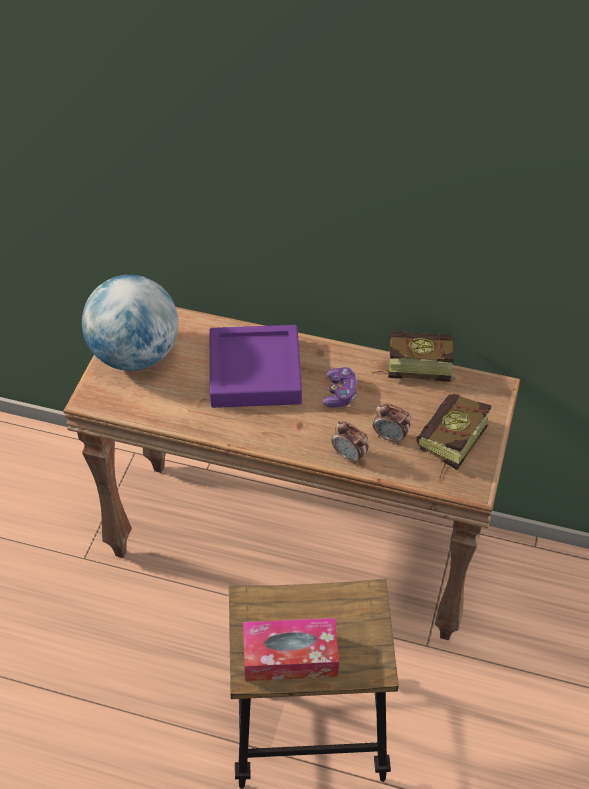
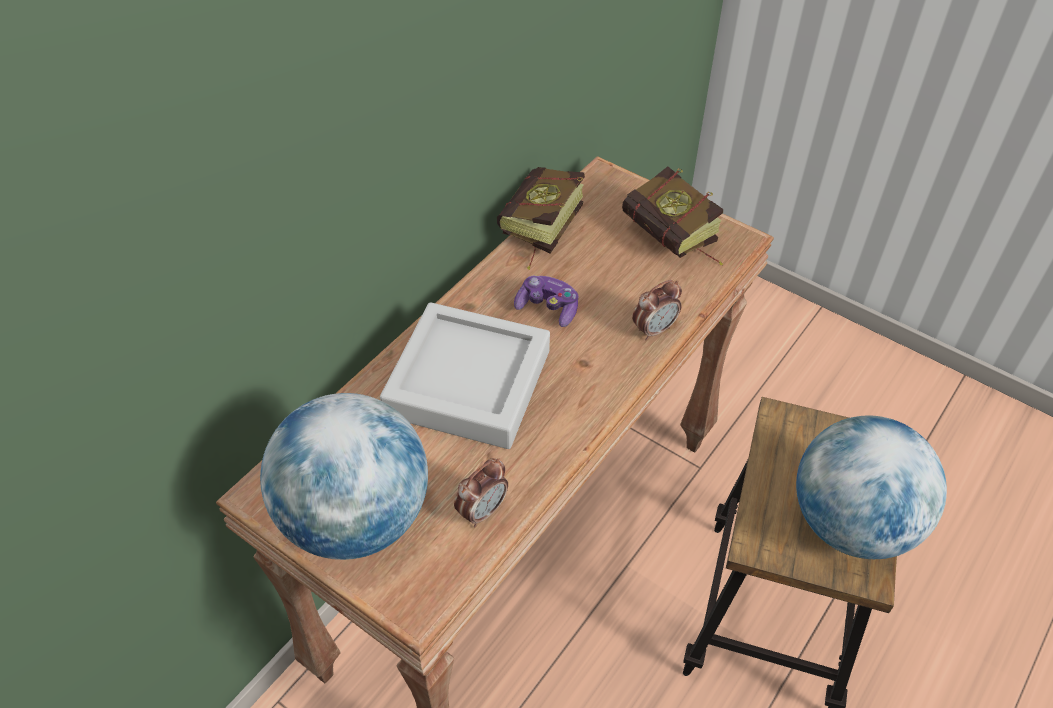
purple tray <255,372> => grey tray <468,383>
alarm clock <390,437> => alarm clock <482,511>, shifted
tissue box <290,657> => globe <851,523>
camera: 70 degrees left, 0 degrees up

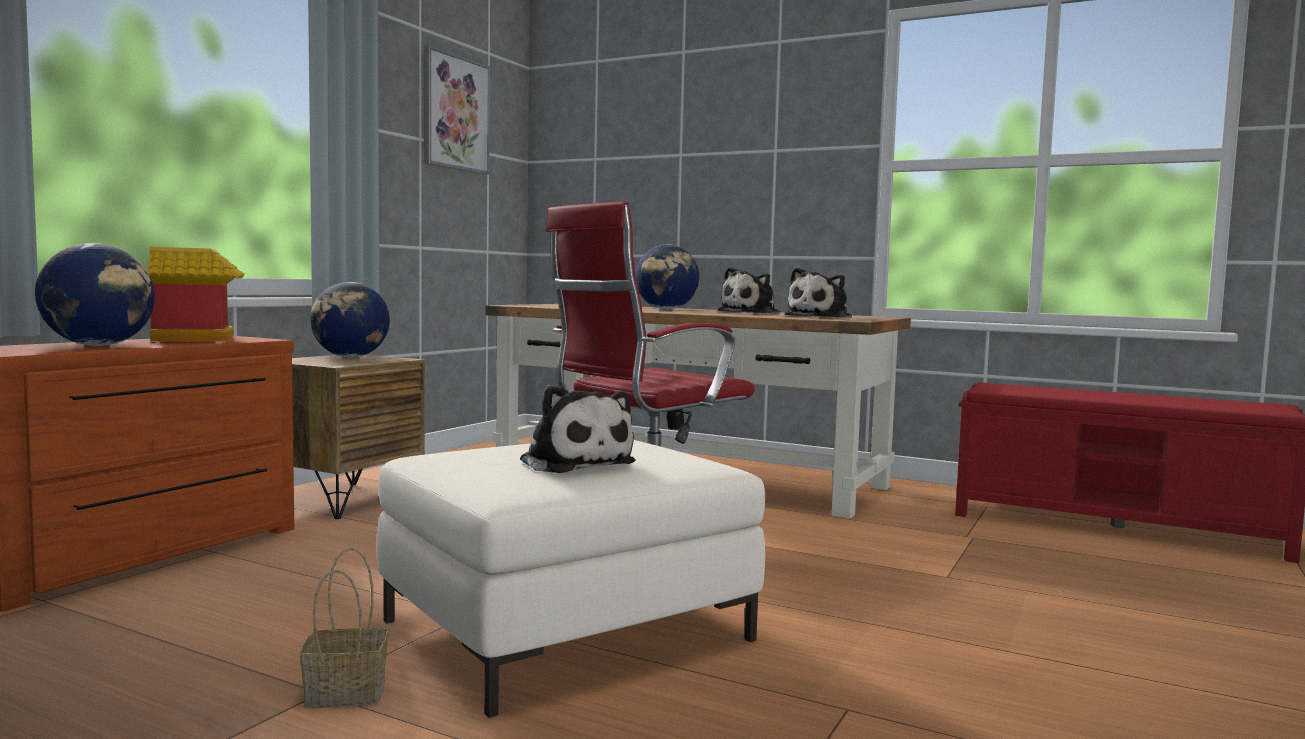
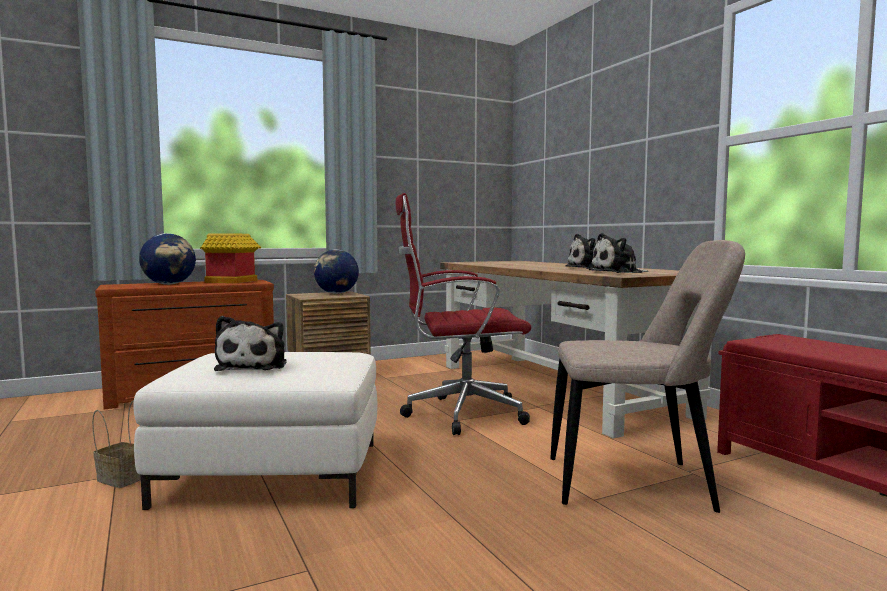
picture <455,113> => nothing
globe <666,309> => nothing
nothing => beige chair <636,484>
camera: 35 degrees right, 0 degrees up

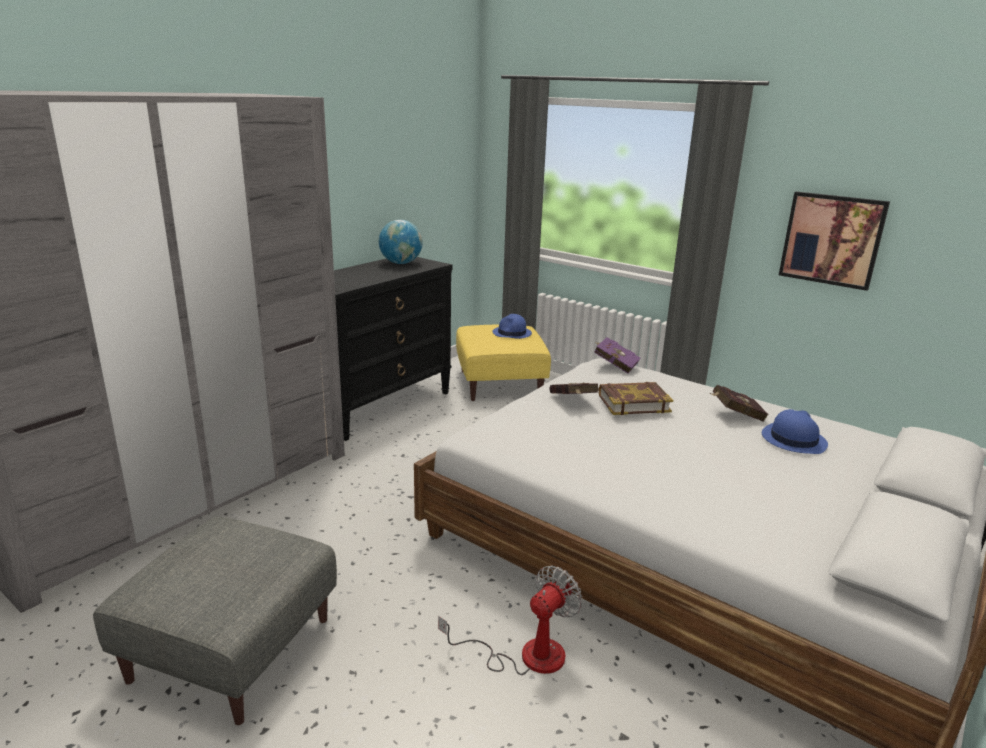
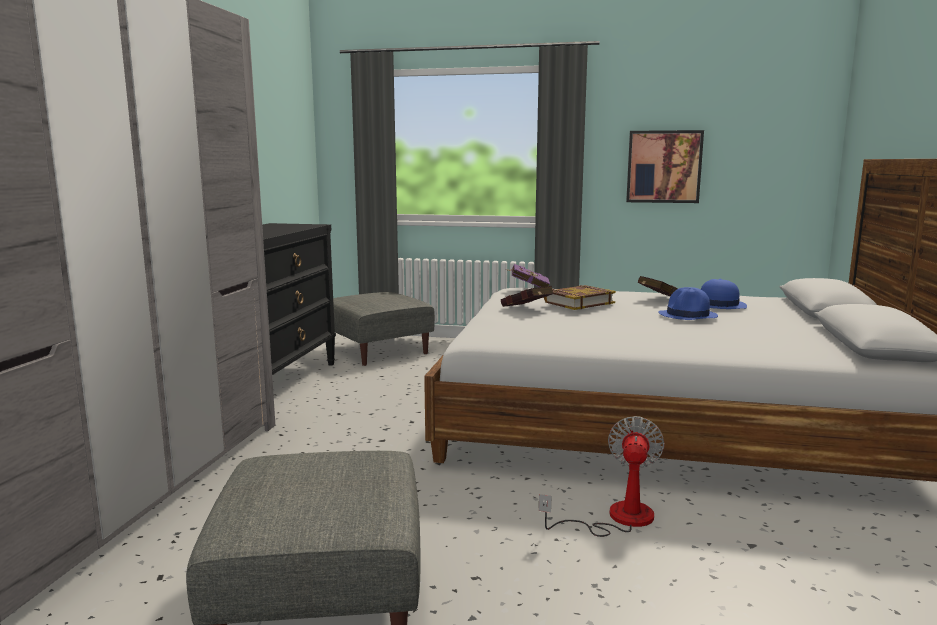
globe <401,263> => nothing
blue hat <512,333> => blue hat <688,315>, shifted
yellow ottoman <500,384> => grey ottoman <378,350>
camera: 25 degrees left, 10 degrees down

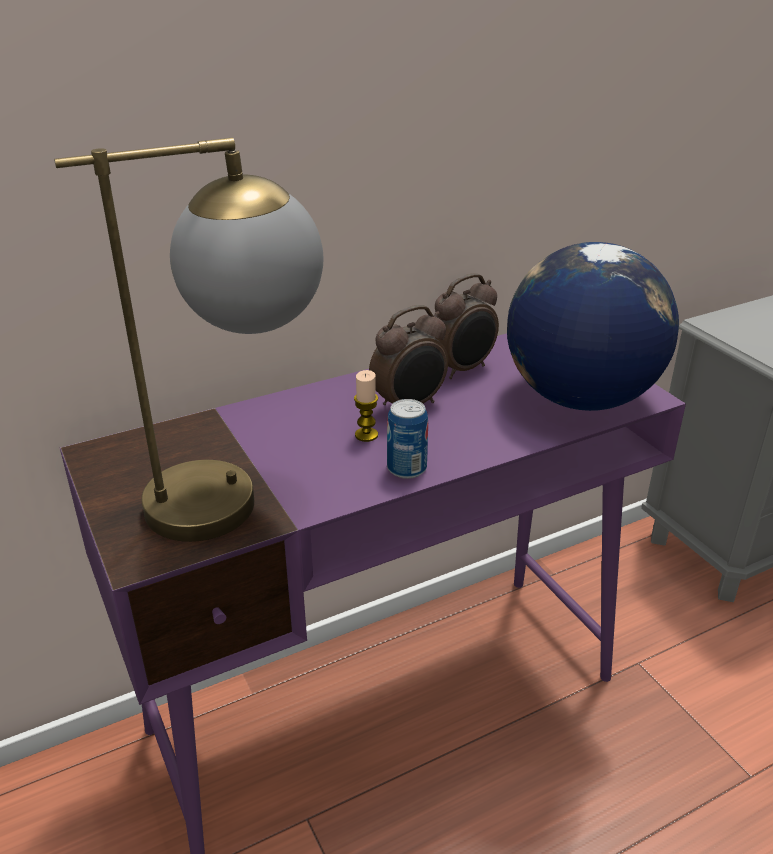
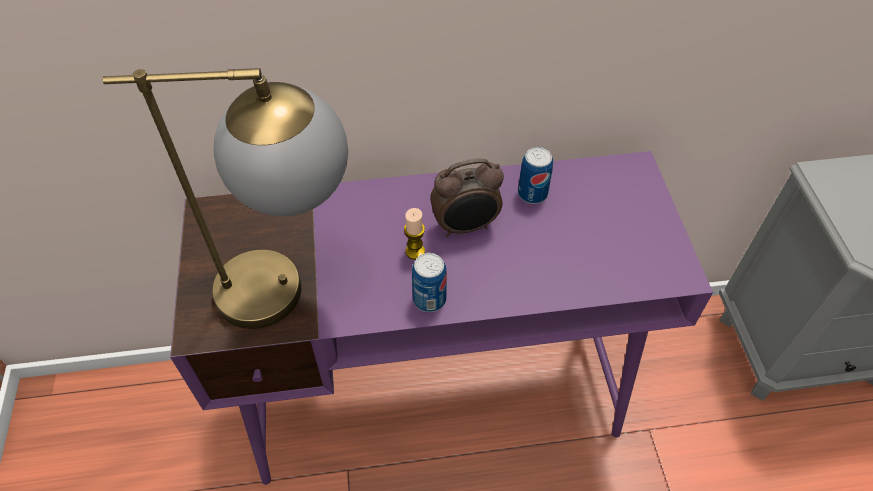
globe <579,398> => nothing
alarm clock <462,369> => can <532,194>
camera: 20 degrees right, 20 degrees up

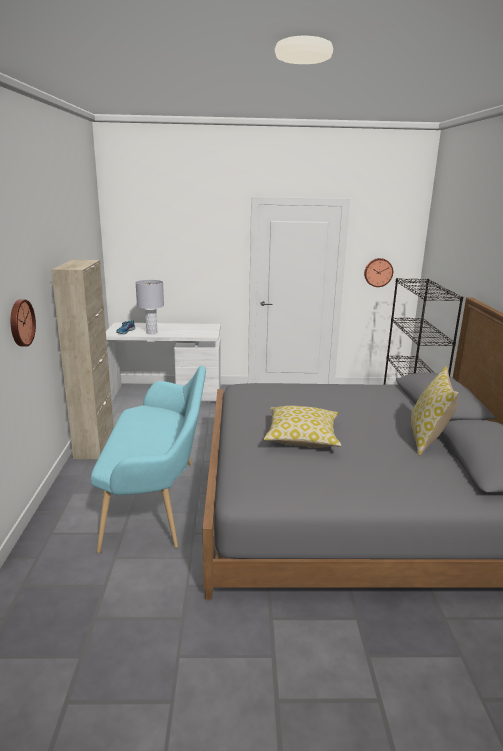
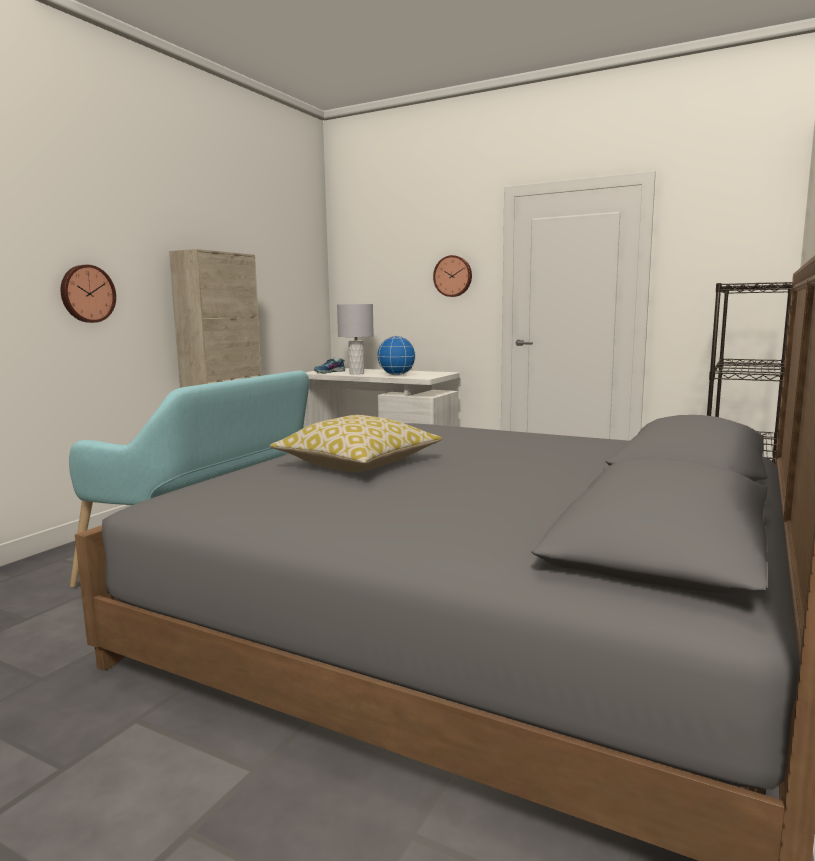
wall clock <378,272> => wall clock <453,276>, shifted
pillow <427,440> => nothing
nothing => globe <396,375>
camera: 30 degrees right, 10 degrees down

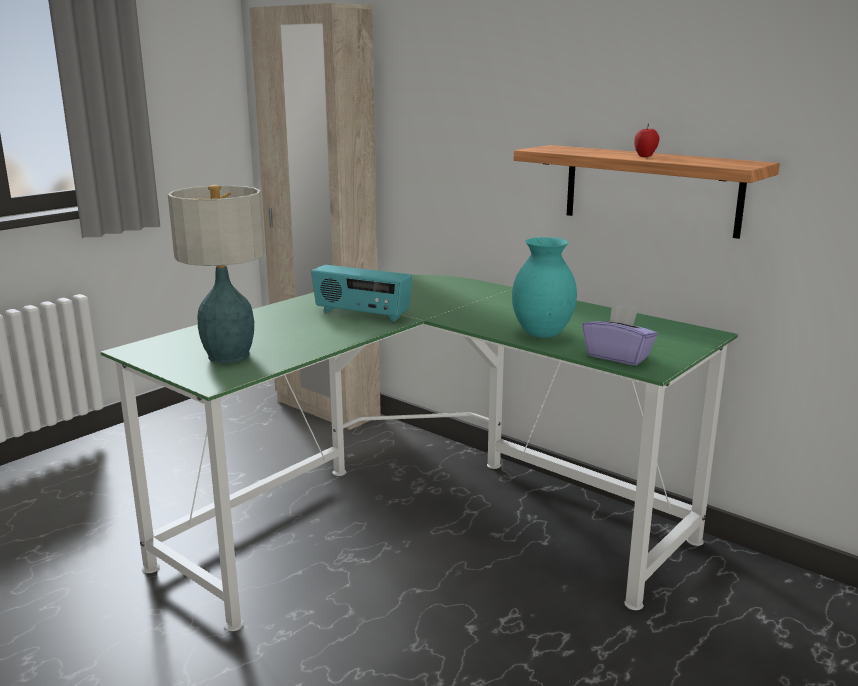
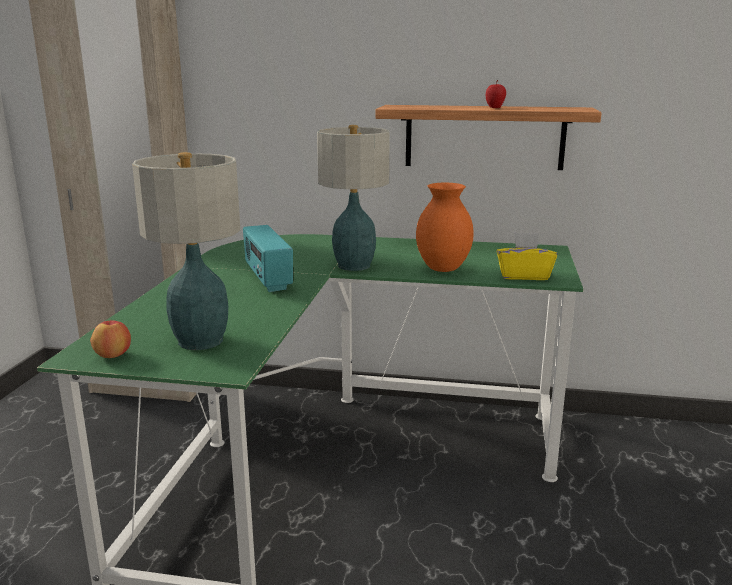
turquoise vase <541,334> => orange vase <442,269>
radio <361,314> => radio <267,279>, 75 degrees clockwise
purple tissue box <618,356> => yellow tissue box <524,276>
nothing => table lamp <354,266>
nothing => apple <113,355>
camera: 30 degrees left, 0 degrees up

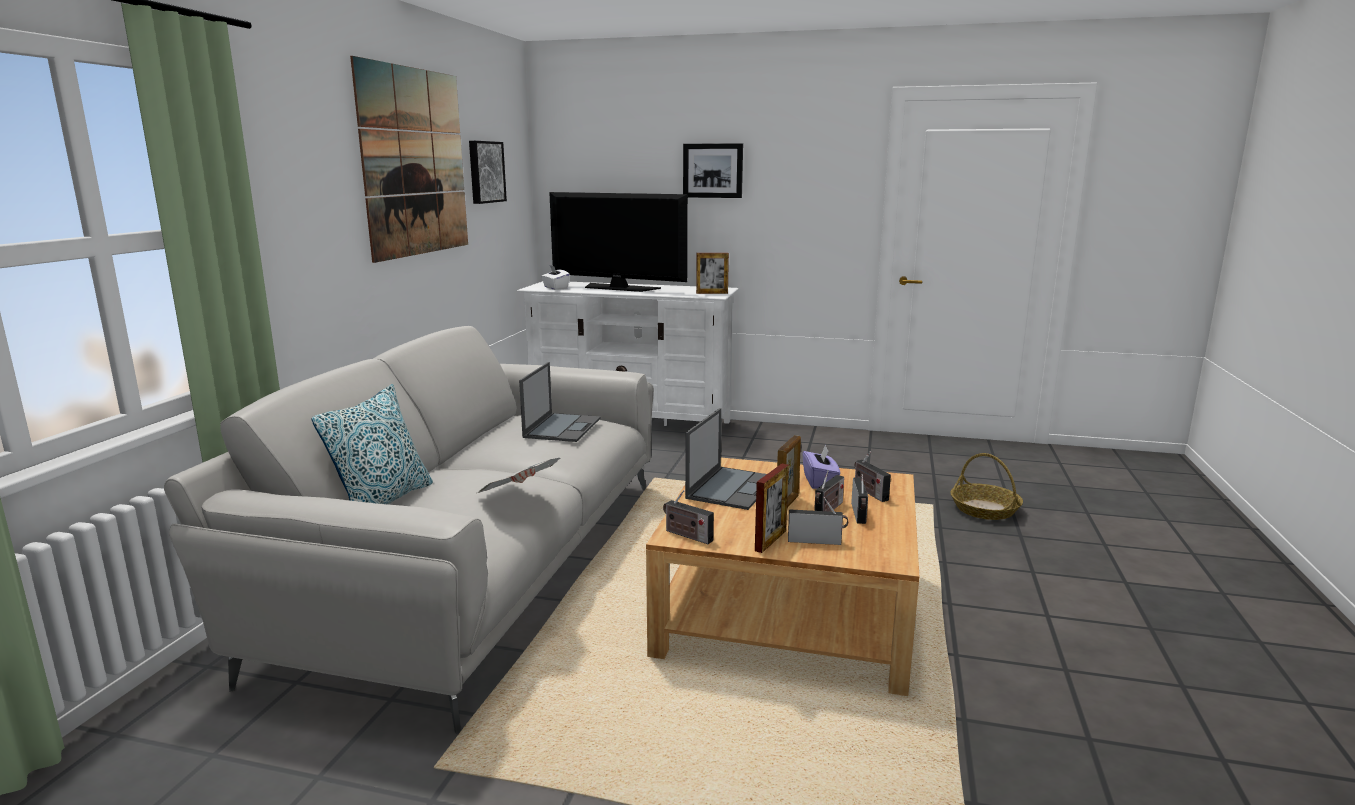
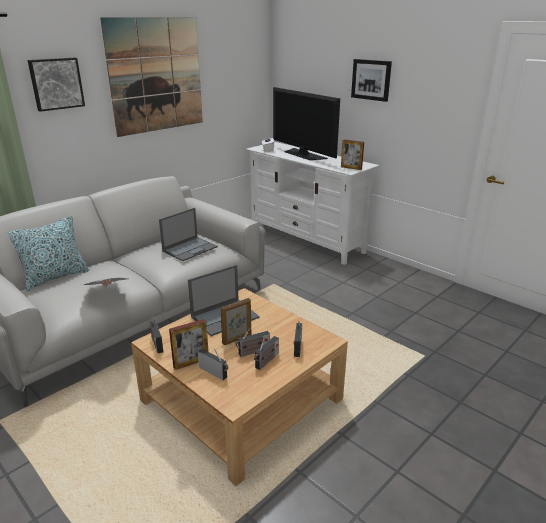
picture <485,172> => picture <56,83>, shifted
purple tissue box <820,482> => nothing
basket <985,509> => nothing
camera: 30 degrees right, 10 degrees up

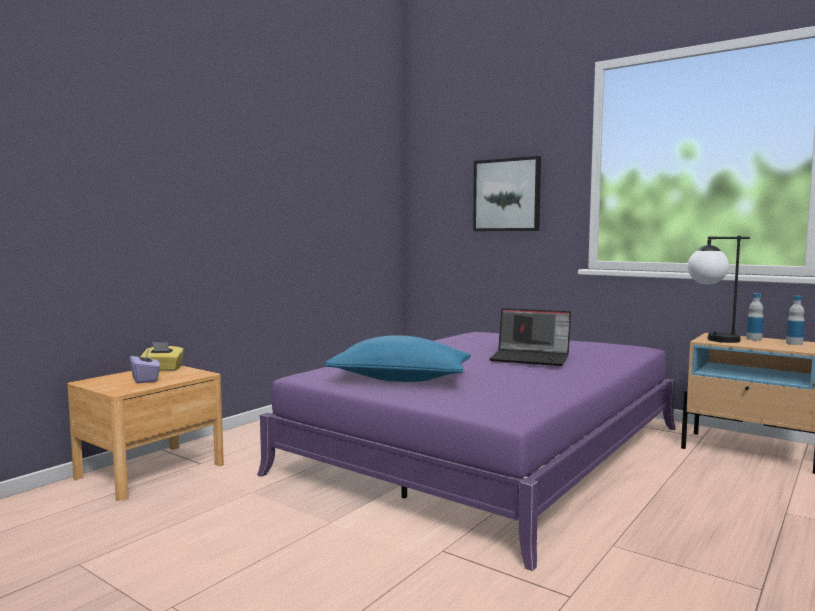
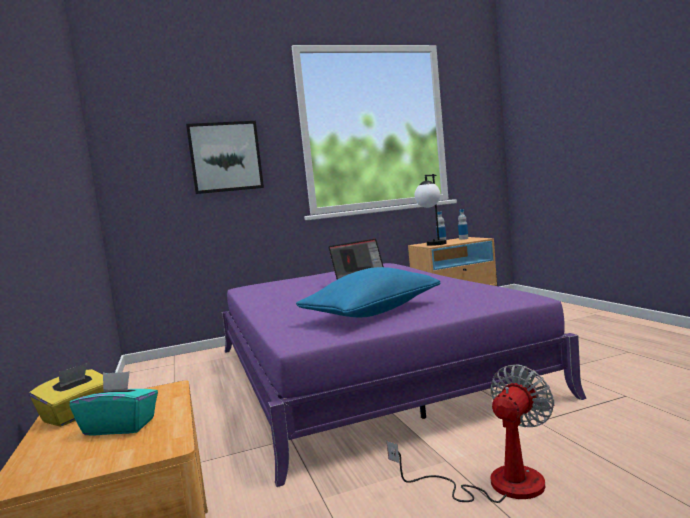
purple tissue box <145,379> => turquoise tissue box <120,426>
nothing => fan <496,484>
camera: 55 degrees left, 0 degrees up

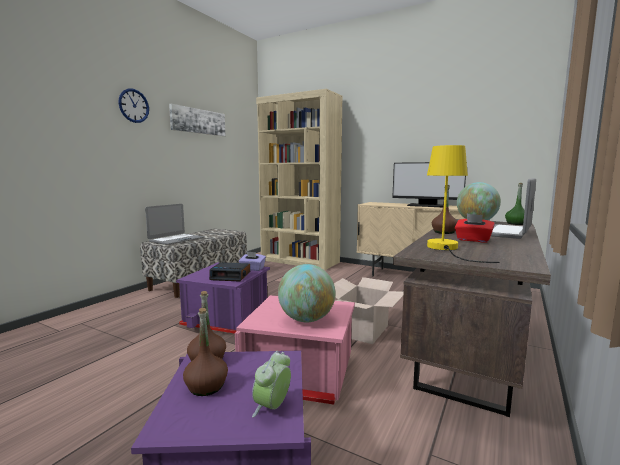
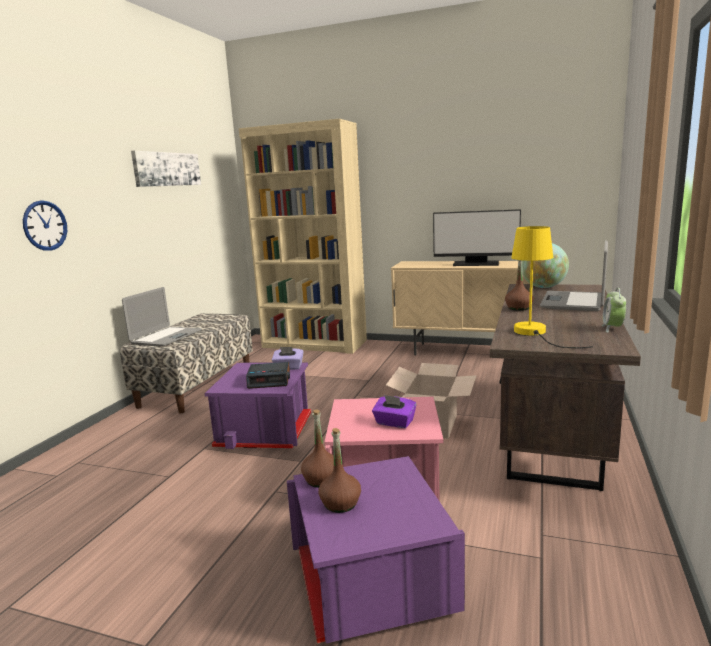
wall clock <134,105> => wall clock <45,225>, shifted
green bottle <516,224> => nothing
red tissue box <473,240> => nothing
globe <306,319> => purple tissue box <394,423>
alarm clock <272,407> => alarm clock <612,328>, shifted
camera: 10 degrees left, 5 degrees up

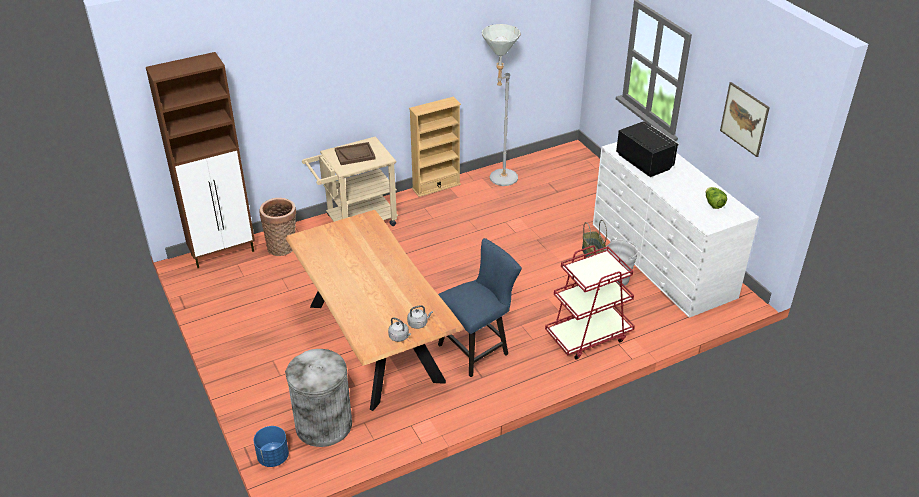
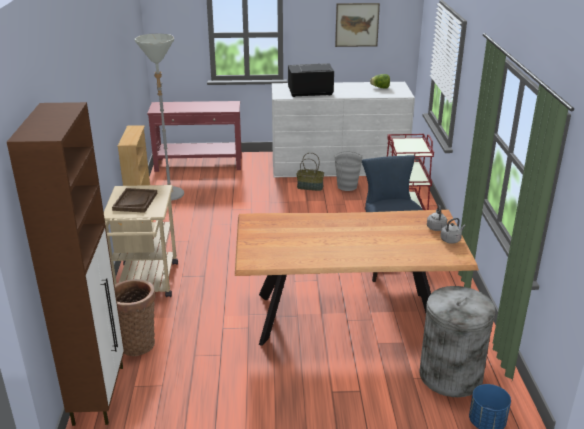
nothing => red console table <199,164>
camera: 65 degrees left, 10 degrees down

